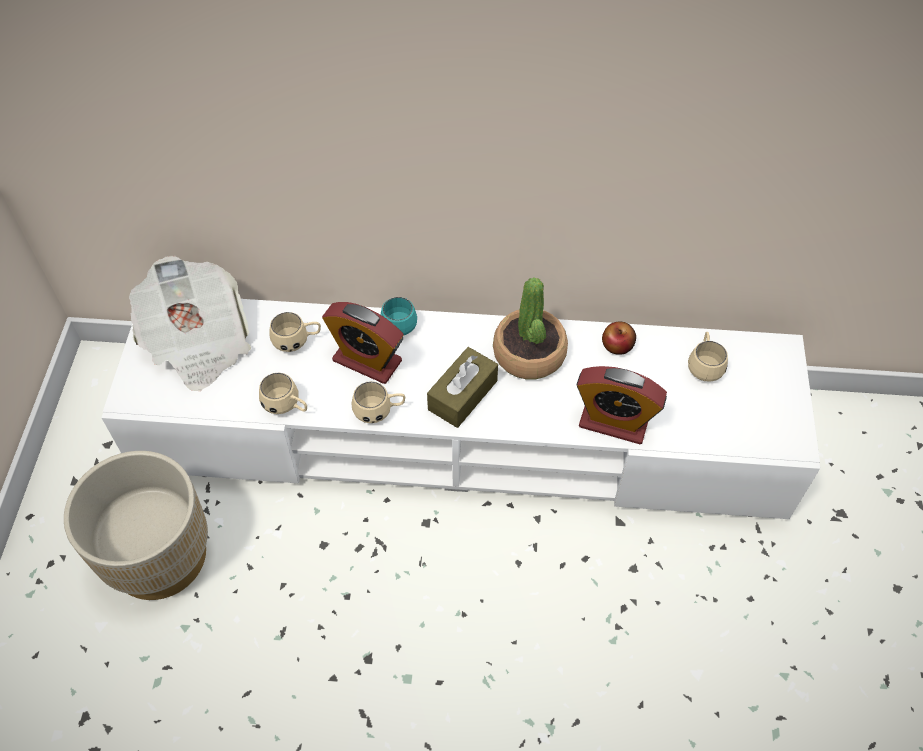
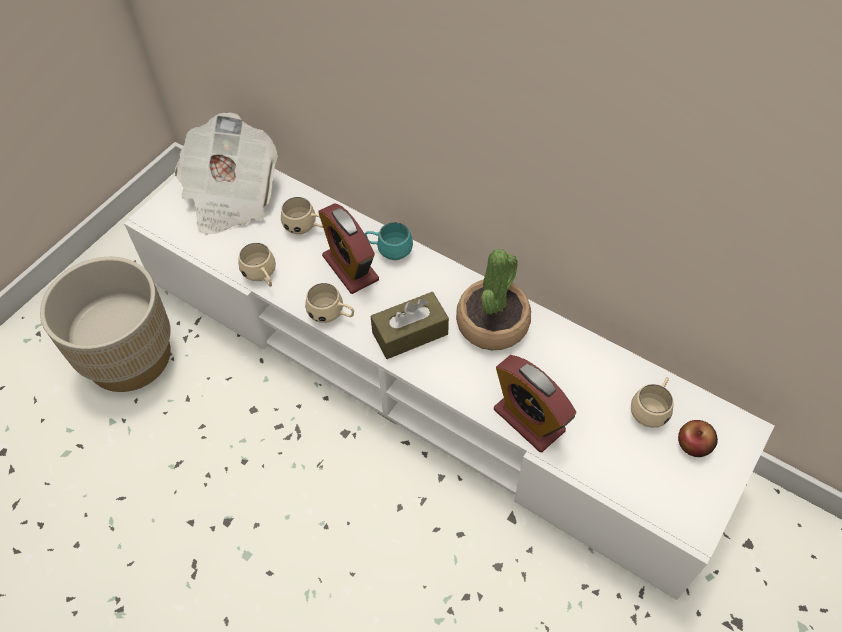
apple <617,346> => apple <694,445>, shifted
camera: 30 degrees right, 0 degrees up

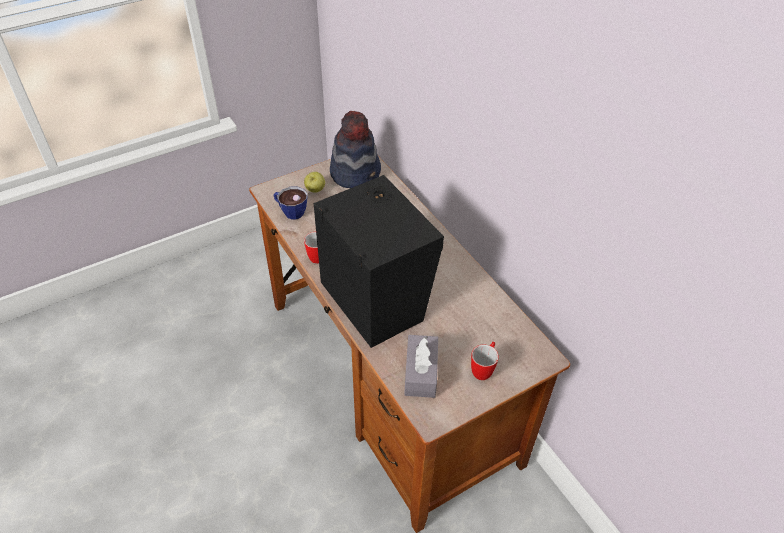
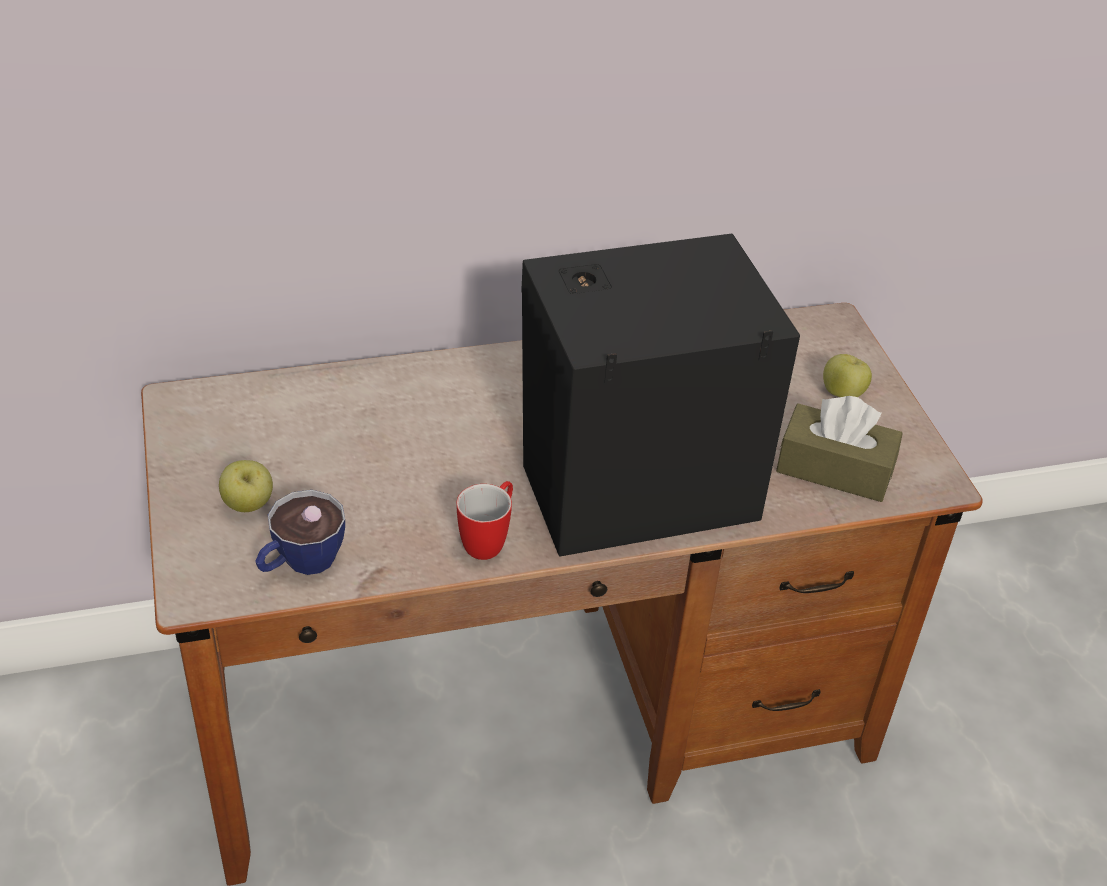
hat <356,172> => nothing
grey tissue box <421,372> => brown tissue box <834,469>
mug <483,369> => apple <842,394>
camera: 75 degrees left, 5 degrees down

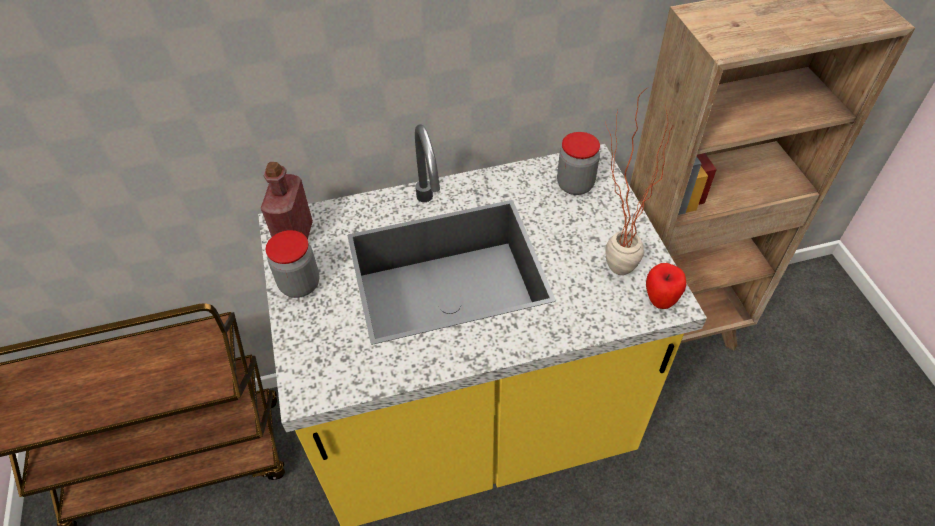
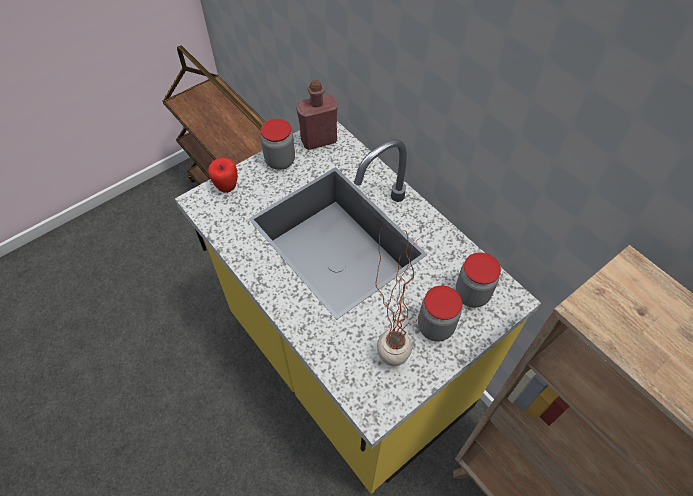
apple <659,301> => apple <227,187>, shifted
nothing => jar <435,327>
camera: 65 degrees right, 5 degrees up

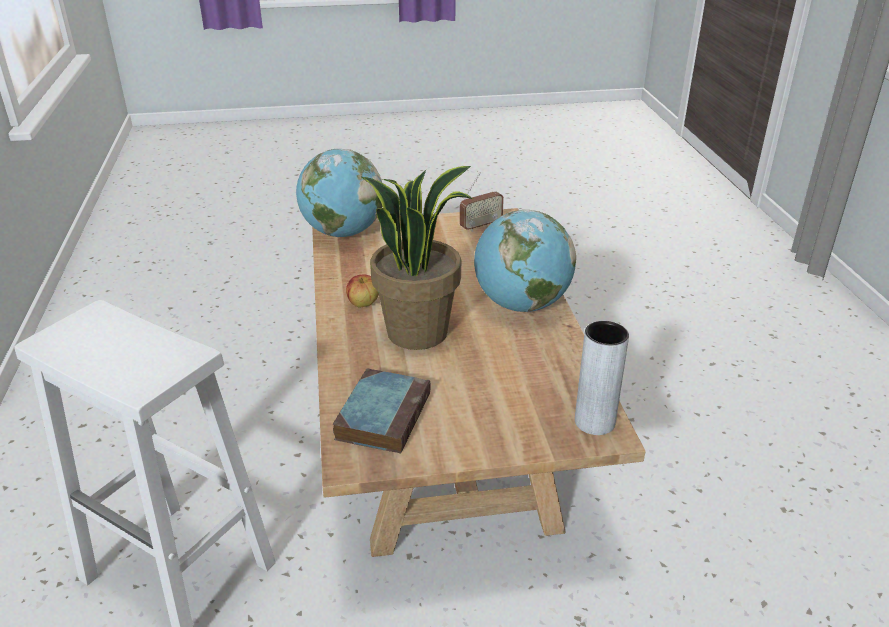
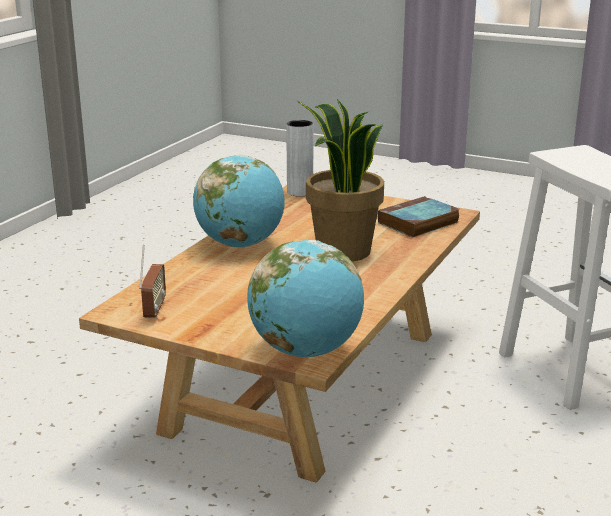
radio <480,226> => radio <154,310>, 90 degrees clockwise
apple <363,303> => nothing
camera: 145 degrees left, 10 degrees down

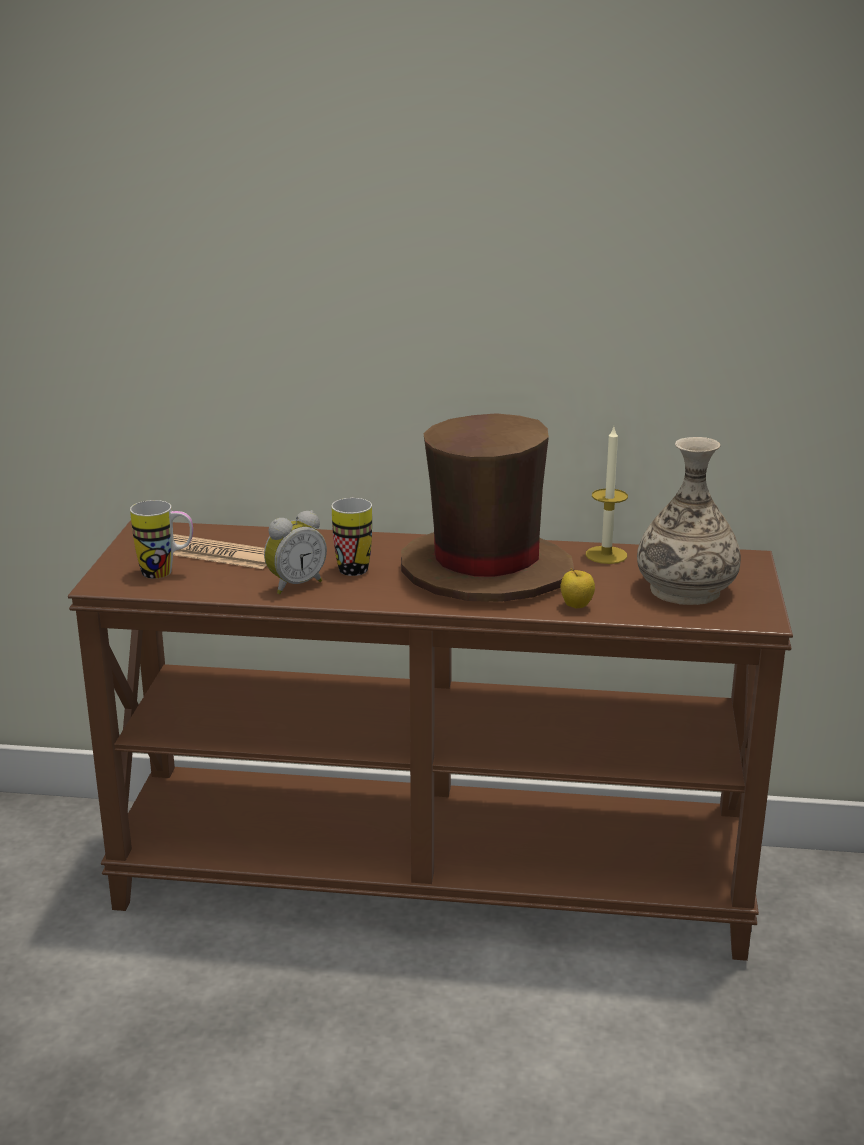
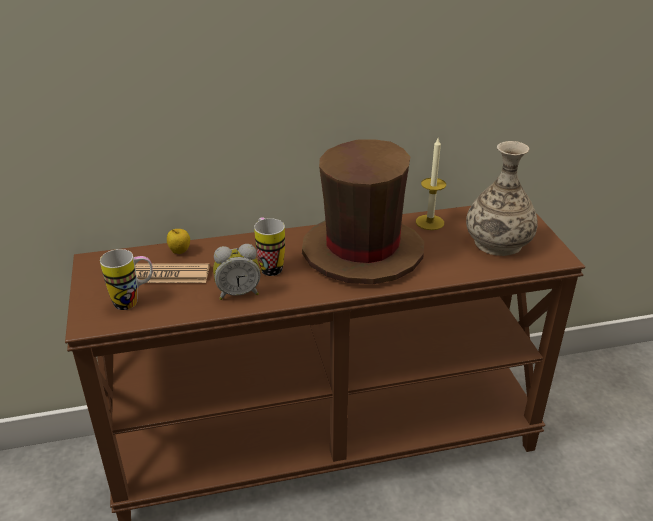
alarm clock <295,585> => alarm clock <238,293>, 45 degrees clockwise
apple <576,607> => apple <180,252>, shifted
camera: 20 degrees left, 10 degrees up

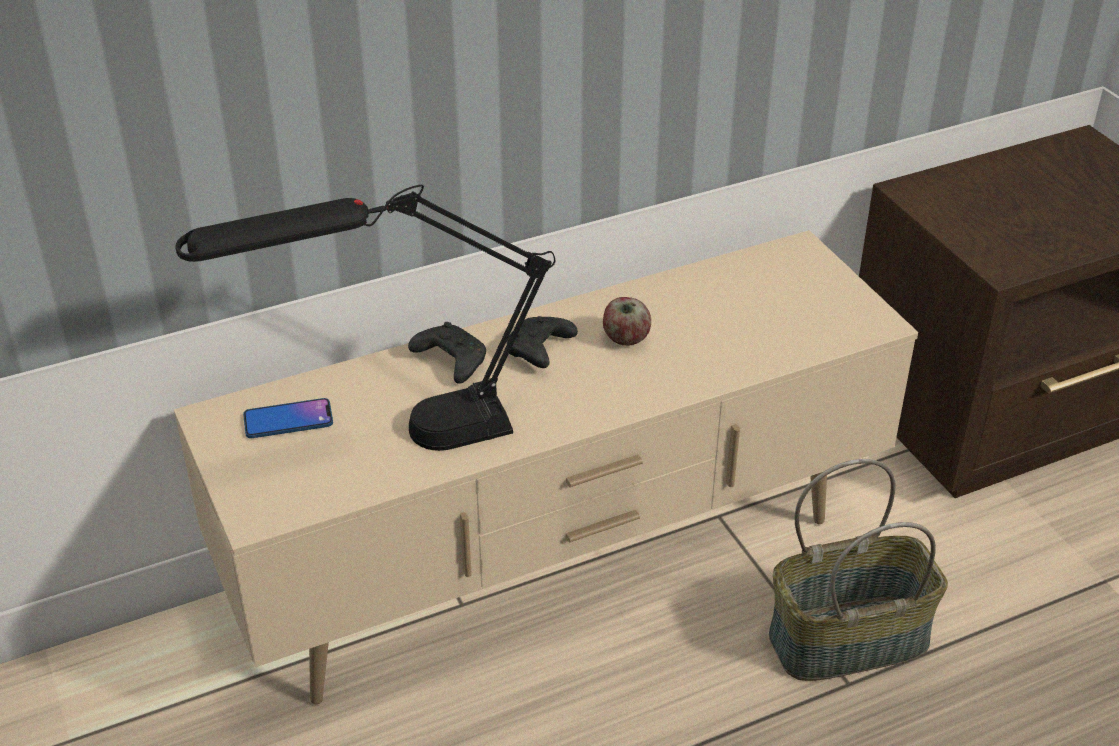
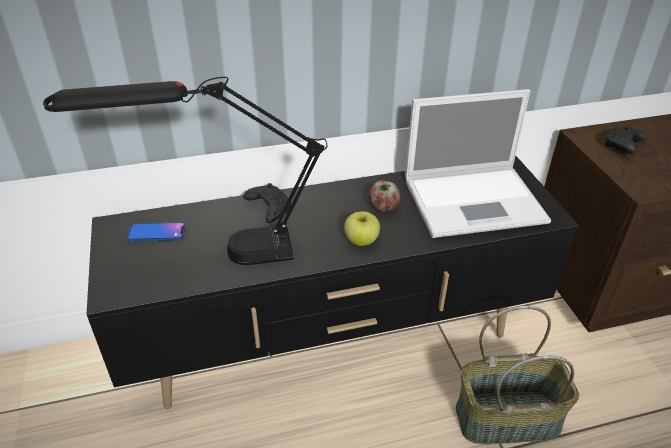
beige tv stand <560,566> => black tv stand <335,341>
black game controller <539,351> => black game controller <622,146>, shifted
nothing => laptop <476,200>
nothing => apple <361,240>
camera: 10 degrees right, 0 degrees up

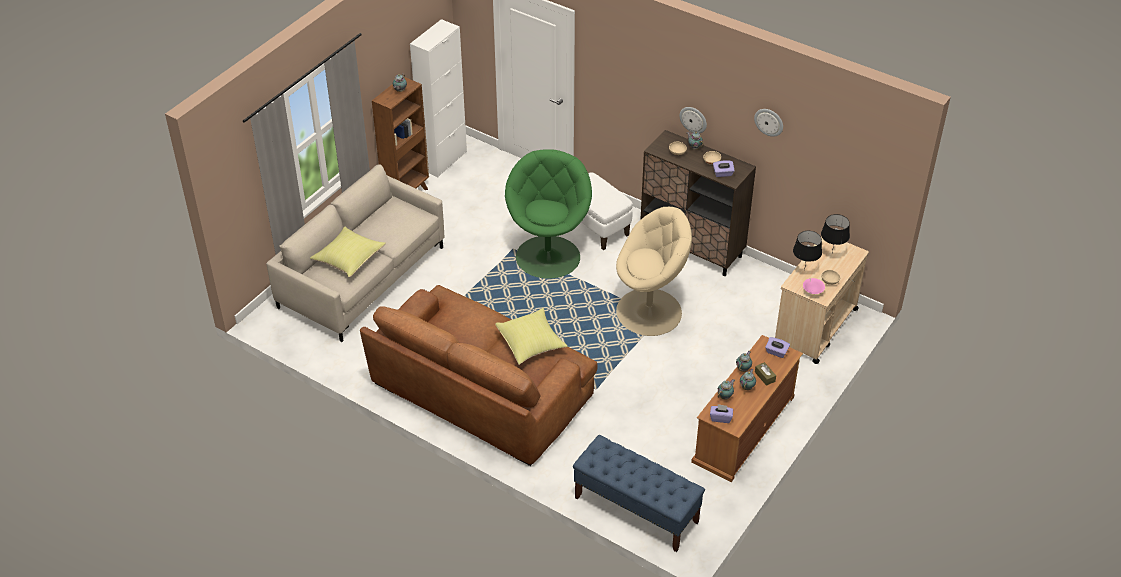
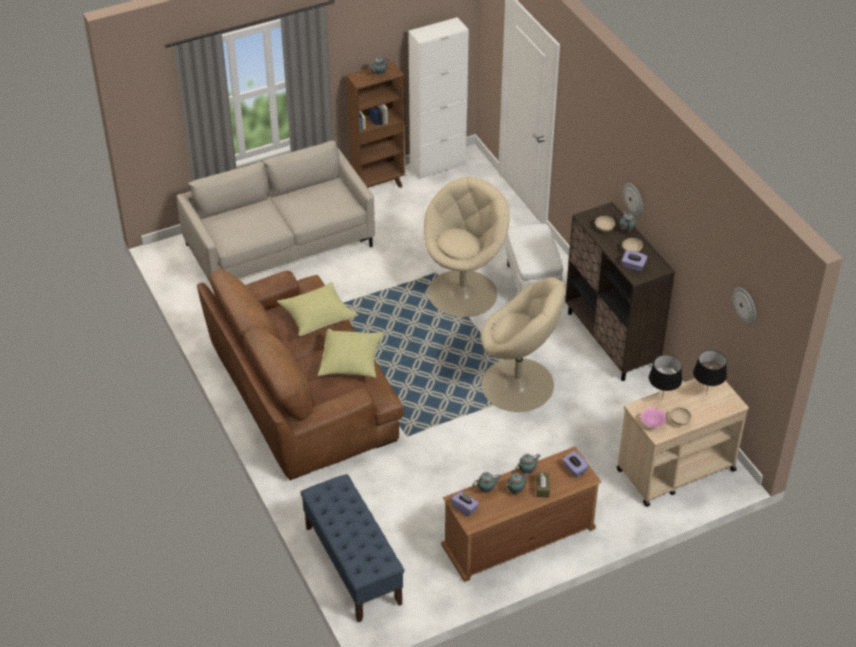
wall clock <769,122> => wall clock <745,305>, shifted
green armchair <548,256> => beige armchair <463,292>
yellow pillow <349,259> => yellow pillow <317,317>, shifted
camera: 30 degrees right, 0 degrees up

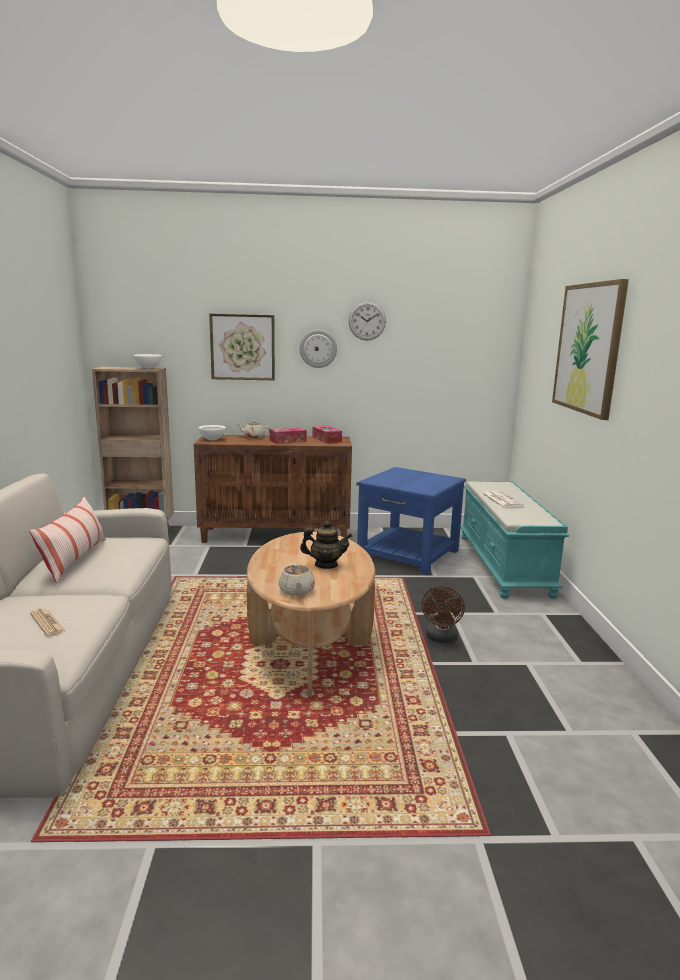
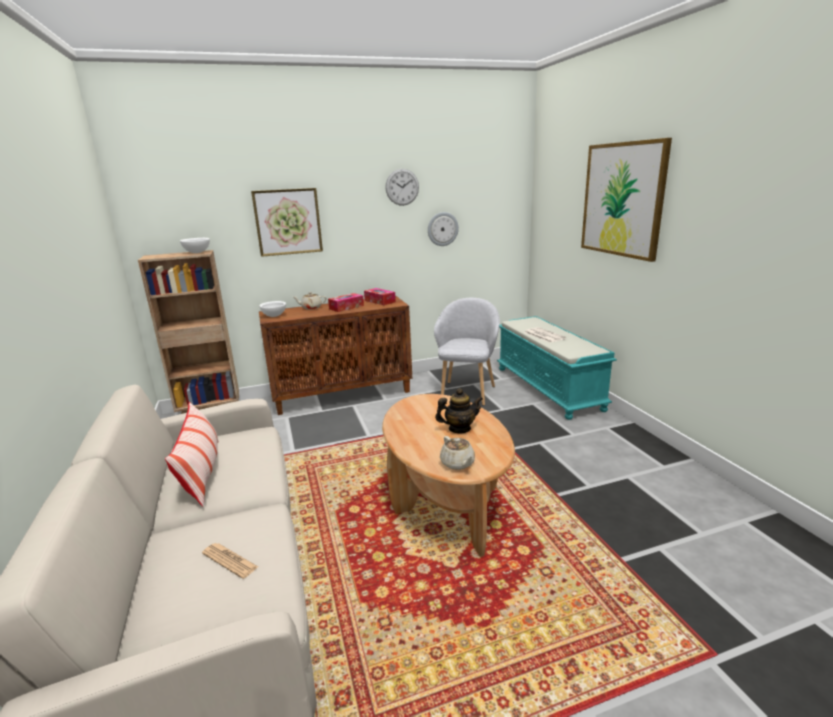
wall clock <318,348> => wall clock <442,229>, shifted
blue side table <408,554> => grey armchair <467,392>
brown fan <441,639> => nothing
camera: 15 degrees left, 5 degrees up

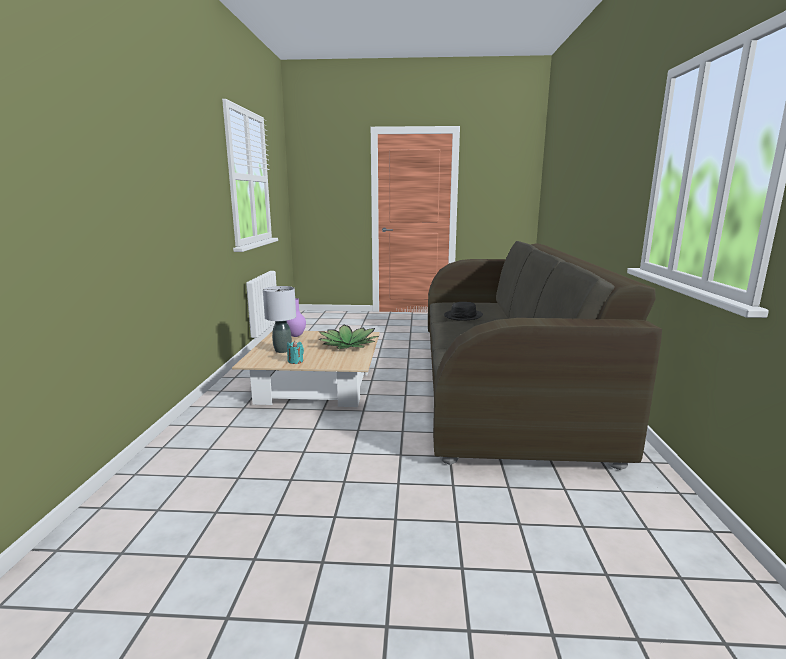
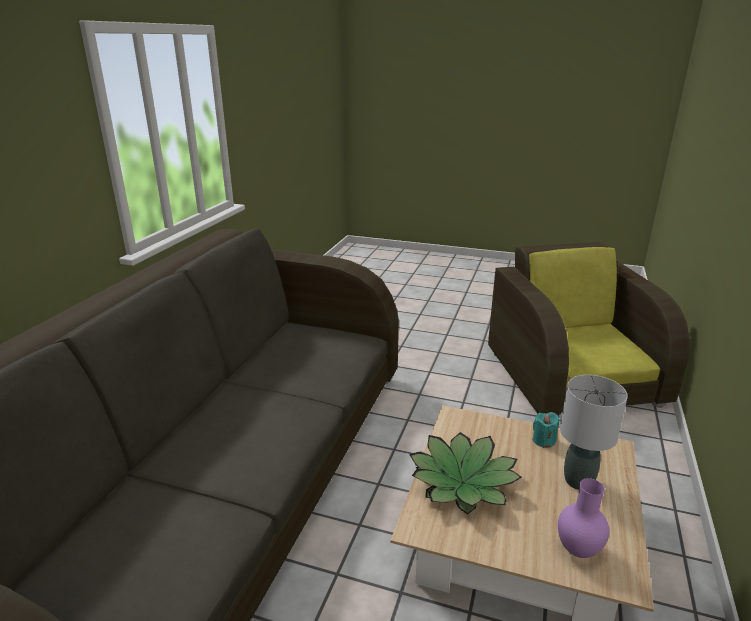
black hat <463,316> => nothing
nothing => brown armchair <572,377>
camera: 165 degrees left, 10 degrees up

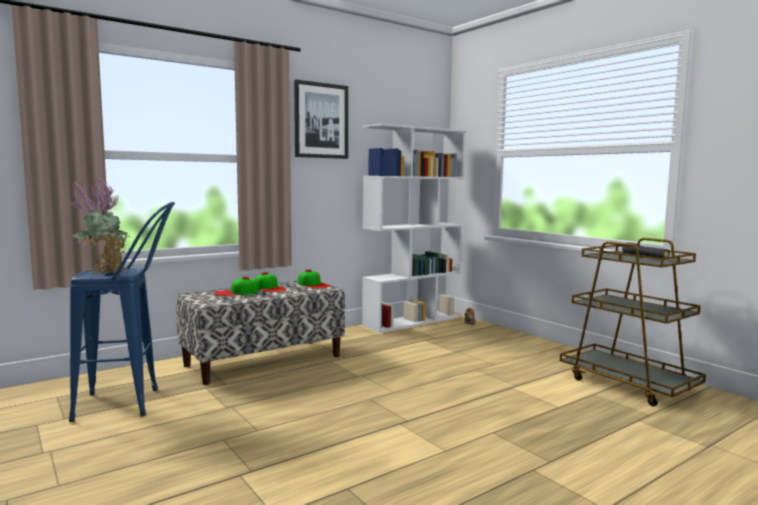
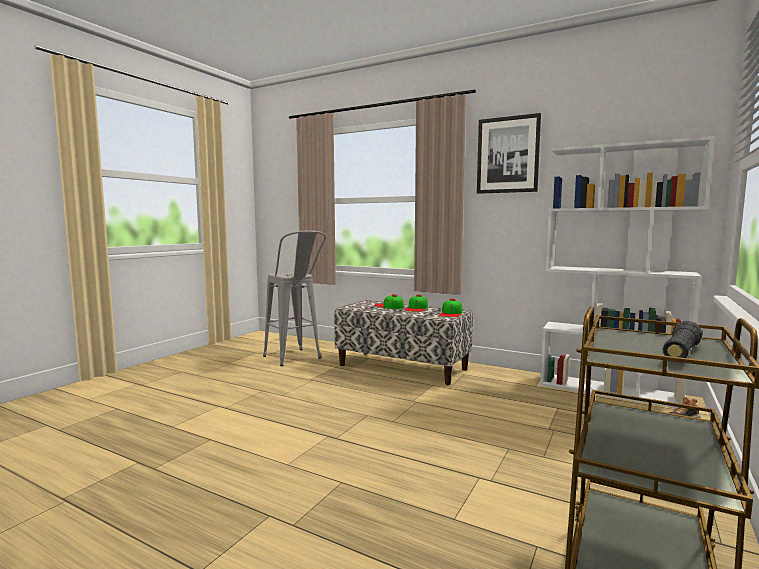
potted plant <103,273> => nothing
blue stool <132,403> => grey stool <296,359>
camera: 65 degrees right, 0 degrees up

